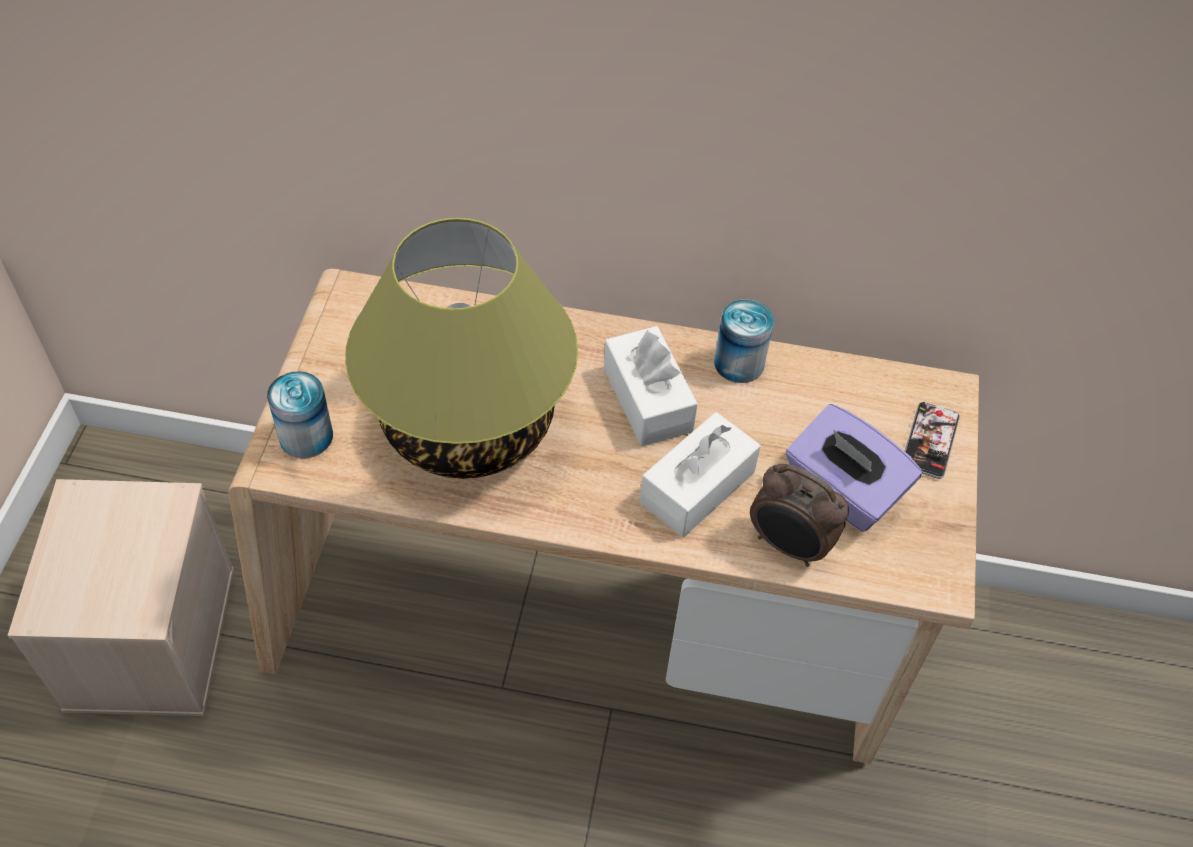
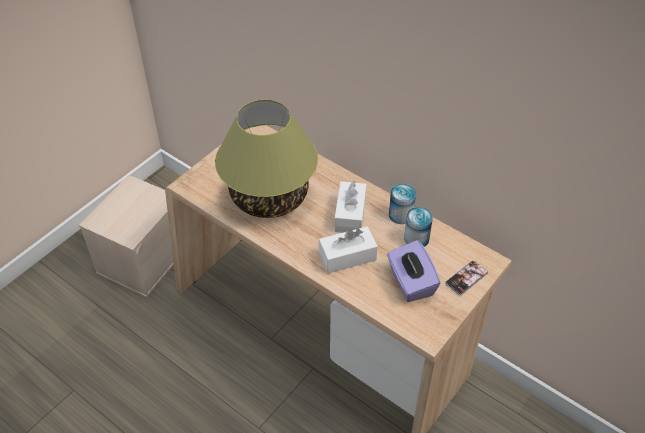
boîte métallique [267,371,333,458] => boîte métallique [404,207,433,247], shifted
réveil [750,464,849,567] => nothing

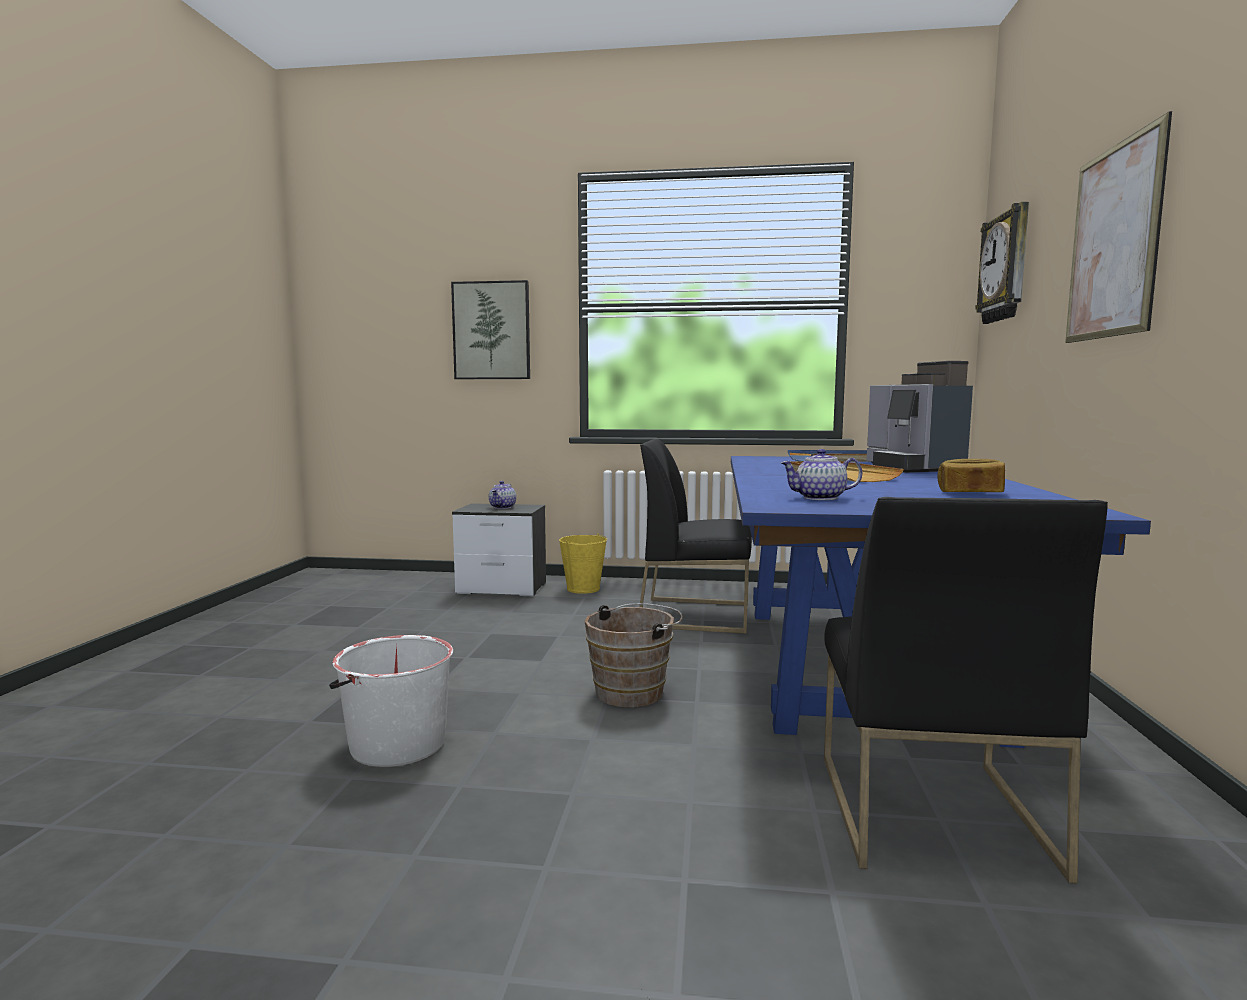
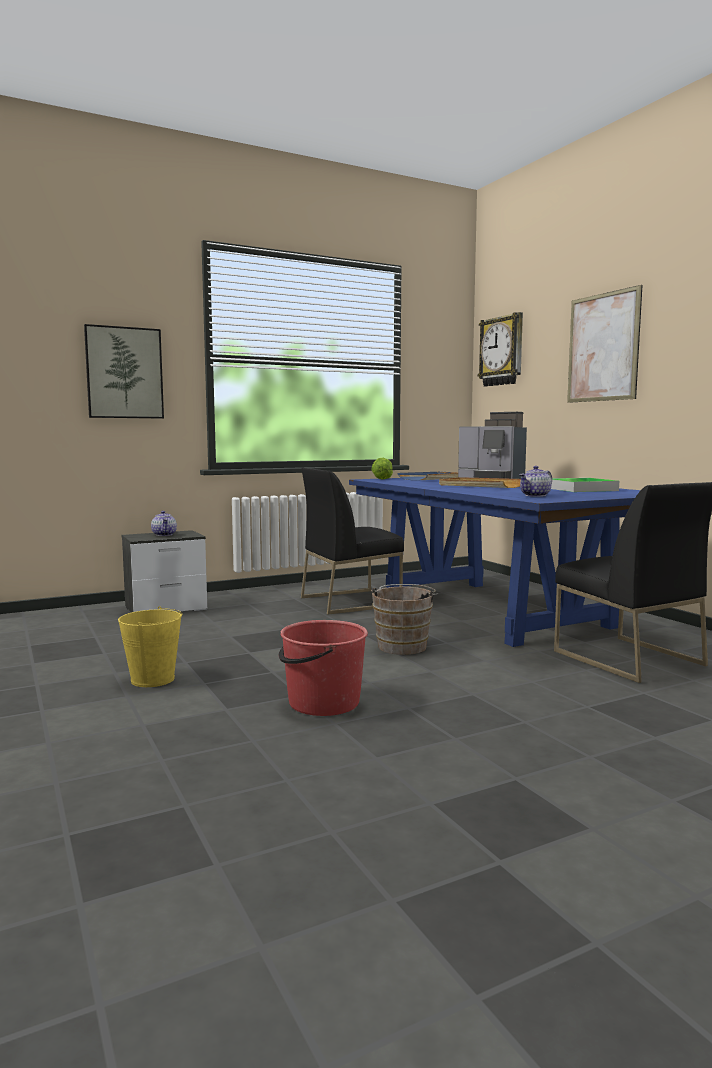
seau (blanc) [329,635,453,767] => seau (rouge) [278,620,368,716]
seau (jaune) [559,533,607,594] => seau (jaune) [118,606,182,687], shifted
pain [937,459,1005,492] => plateau [551,478,619,492]
nothing => laitue [371,458,393,480]

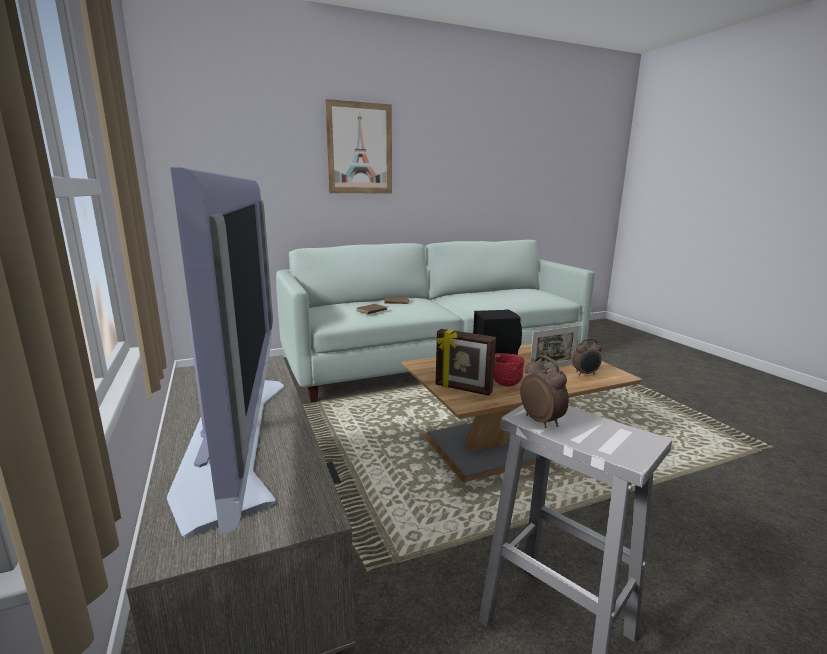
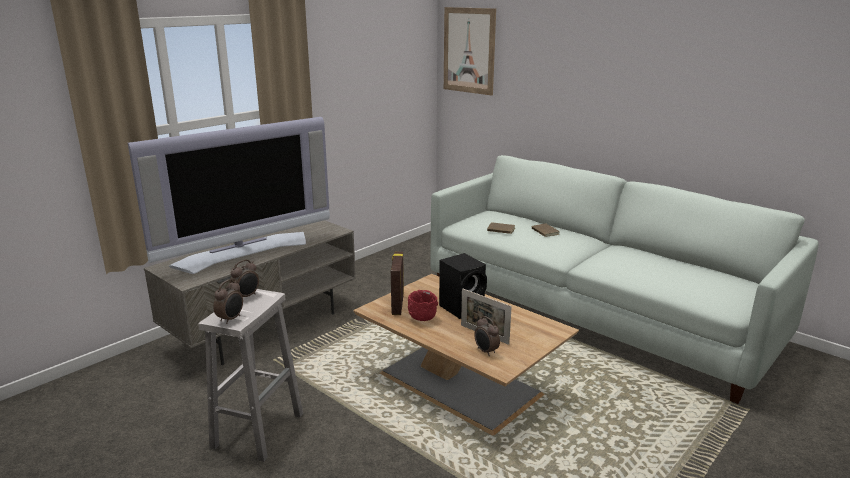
tableau [325,99,392,194] => tableau [444,7,496,96], shifted
nothing => réveil [213,279,243,324]

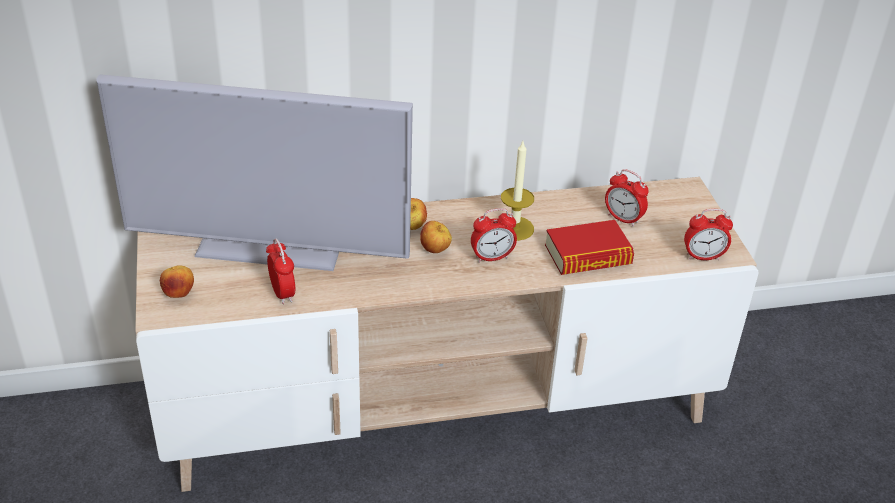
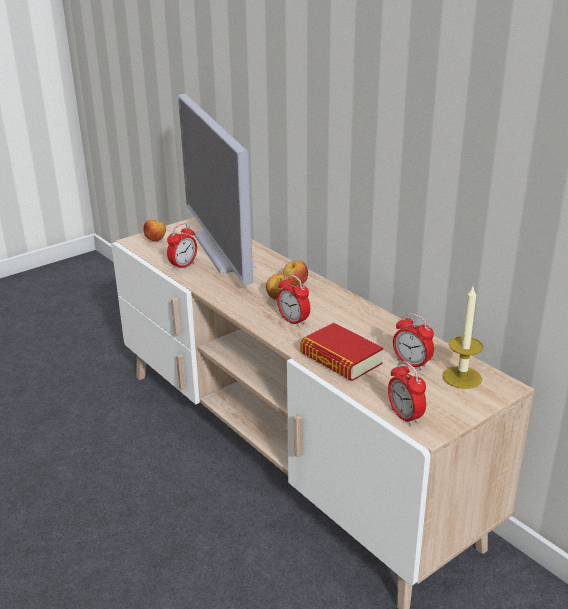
bougie [501,141,534,241] => bougie [442,287,483,389], shifted
réveil [605,169,649,227] => réveil [393,313,434,370], 60 degrees counterclockwise

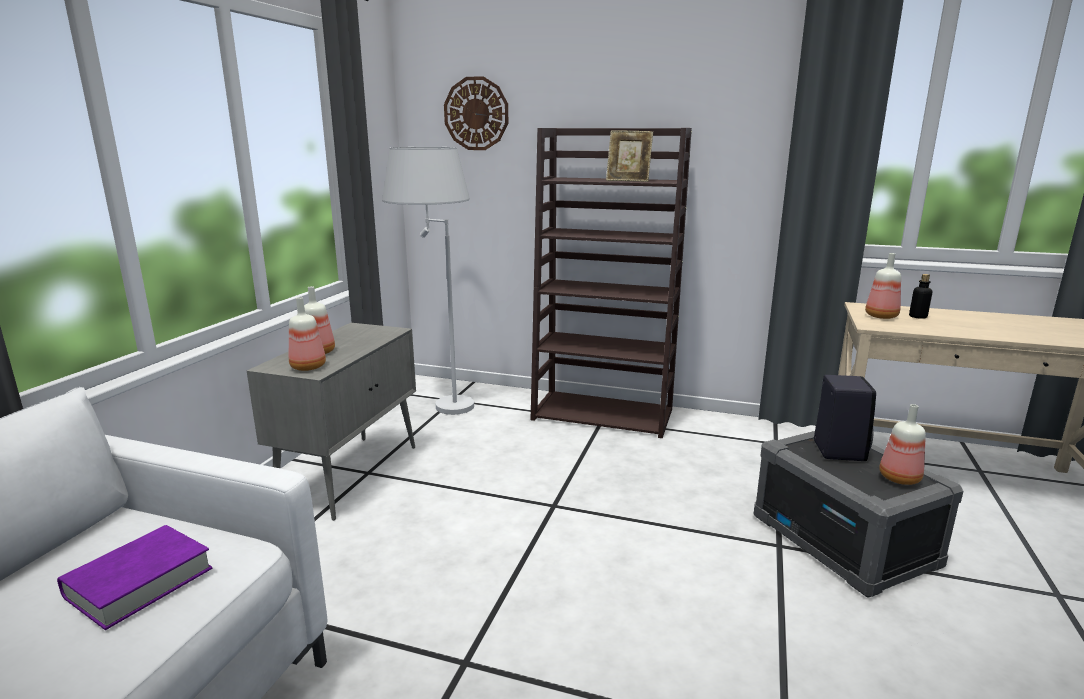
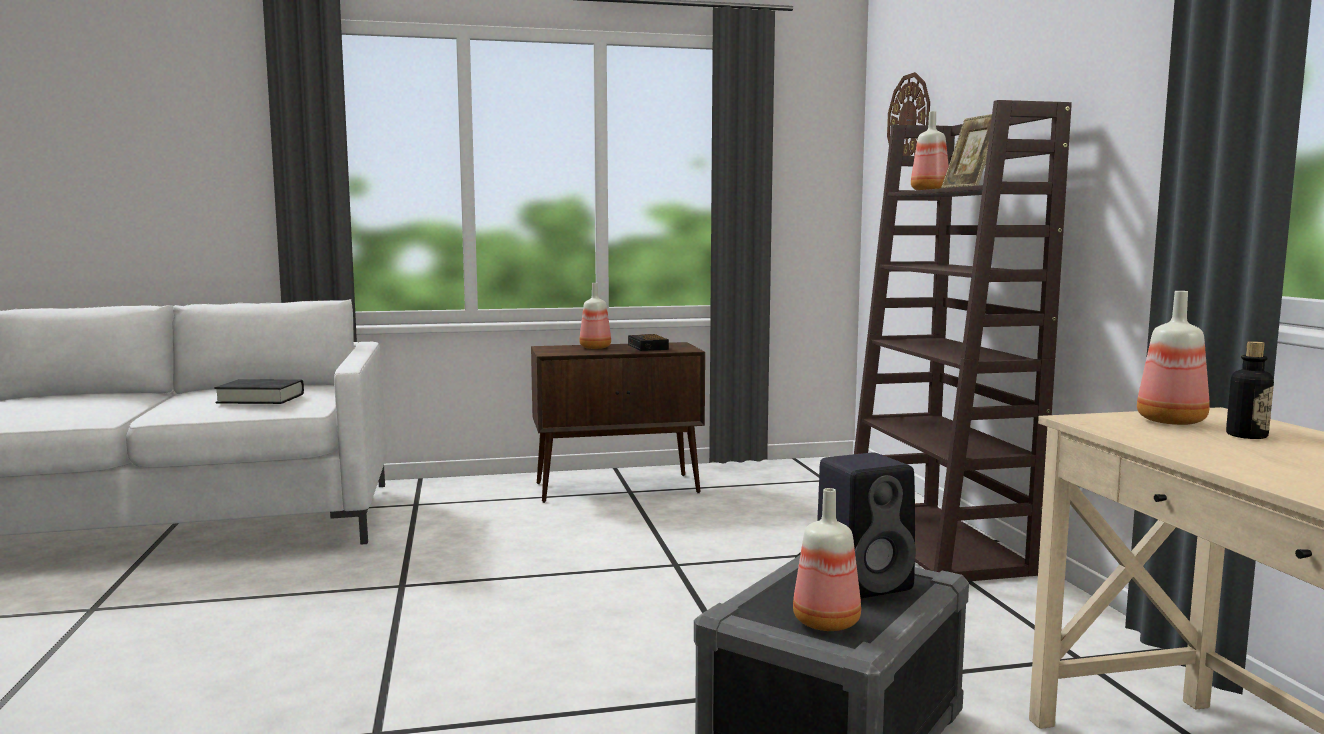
livre (violet) [57,525,212,630] => livre (noir) [214,379,304,404]
meuble de rangement (gris) [247,323,416,521] => meuble de rangement (marron) [531,342,705,503]
bouteille [289,297,326,371] => bouteille [911,111,949,190], shifted
lampadaire (blanc) [382,147,474,415] => nothing
nothing => réveil [628,334,669,351]

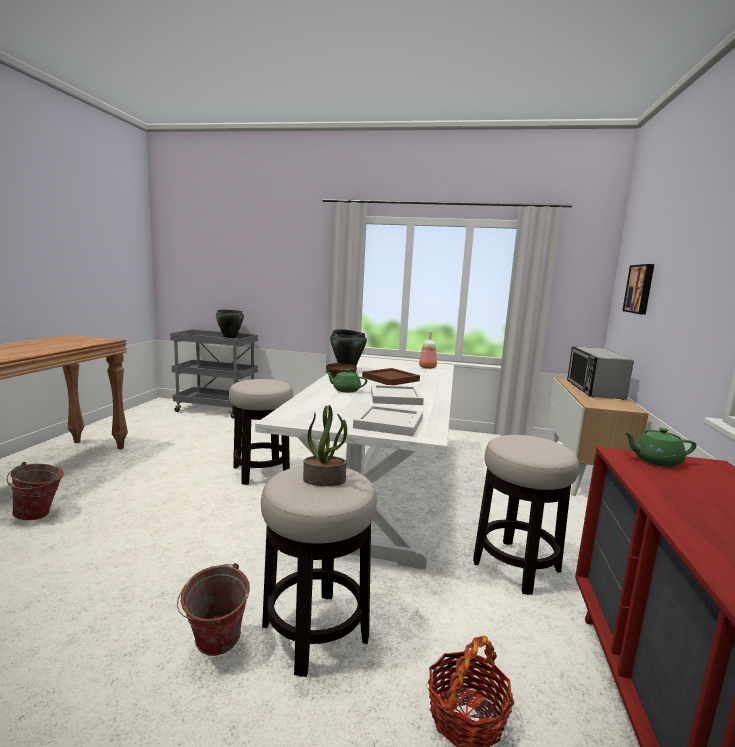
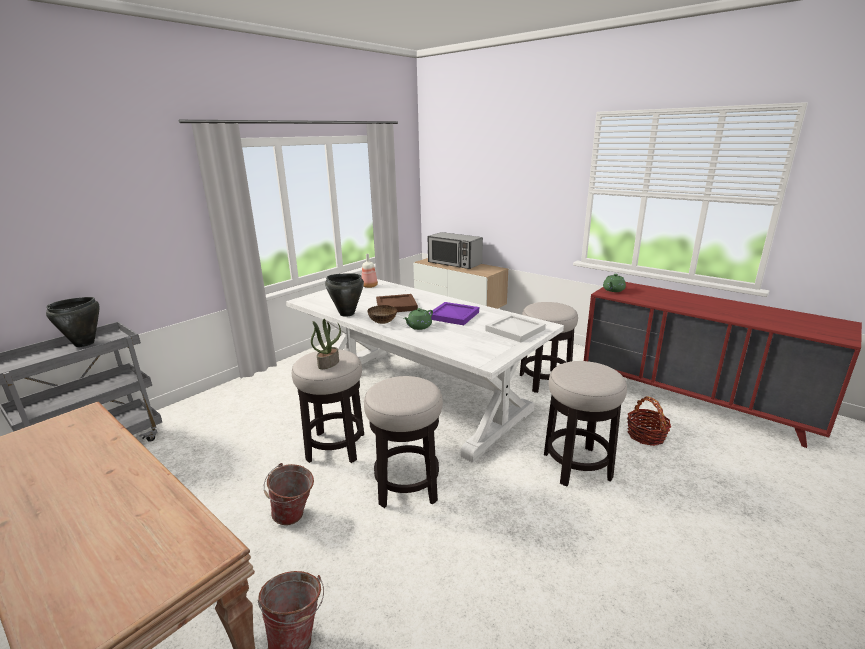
seau [177,563,250,656] => seau [264,463,314,525], shifted
plante en pot [303,405,347,486] => plante en pot [311,319,341,369], shifted
plateau (blanc) [371,384,424,405] => plateau (violet) [429,302,479,325]
tableau [622,264,654,315] => nothing
nothing => tabouret [364,376,443,508]

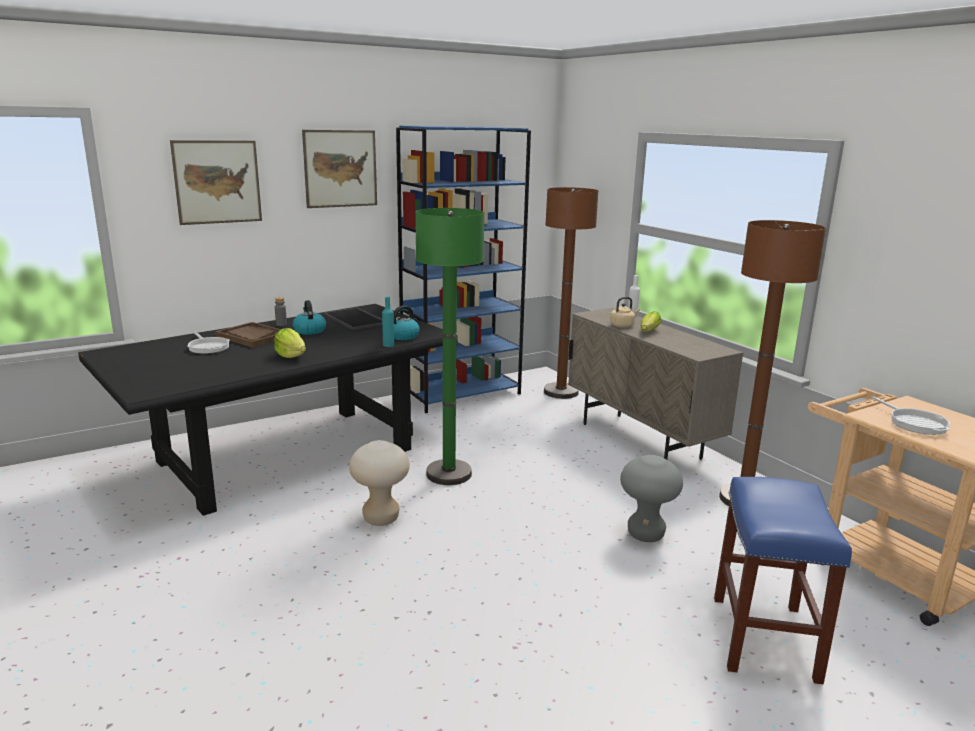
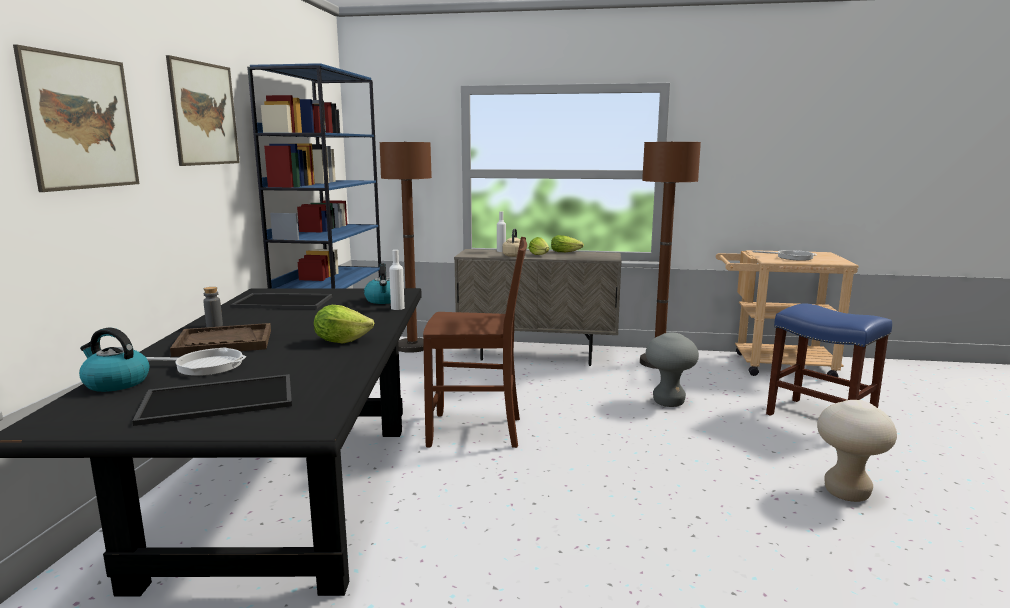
bouilloire [293,300,326,335] => bouilloire [79,328,149,392], shifted
tabouret (beige) [349,440,410,526] => tabouret (beige) [817,400,897,502], shifted
bouteille (turquoise) [382,296,394,347] => bouteille (blanc) [389,250,405,310]
lampadaire (vert) [416,208,484,485] => chaise (marron) [423,237,527,448]
nothing => plateau [132,374,292,426]
nothing => laitue [551,235,584,252]

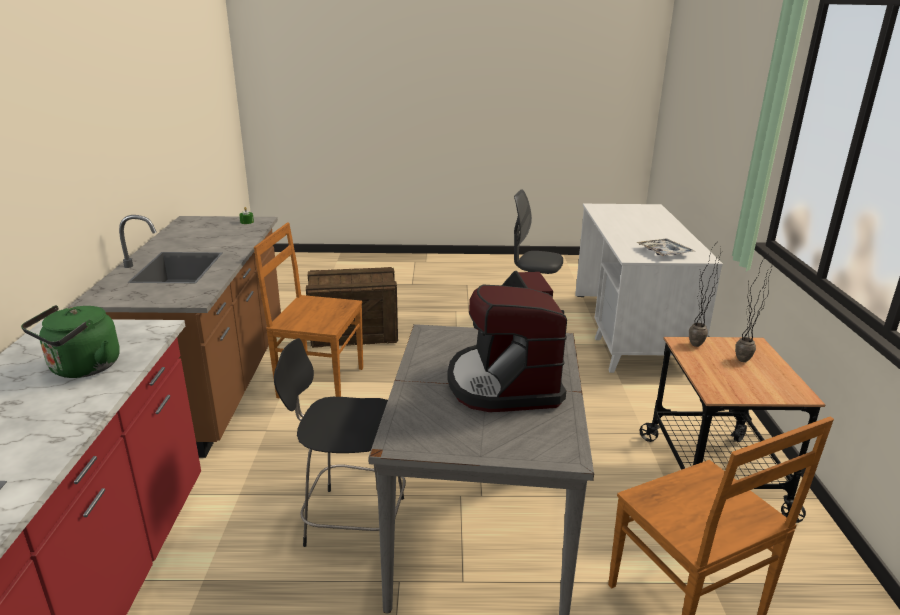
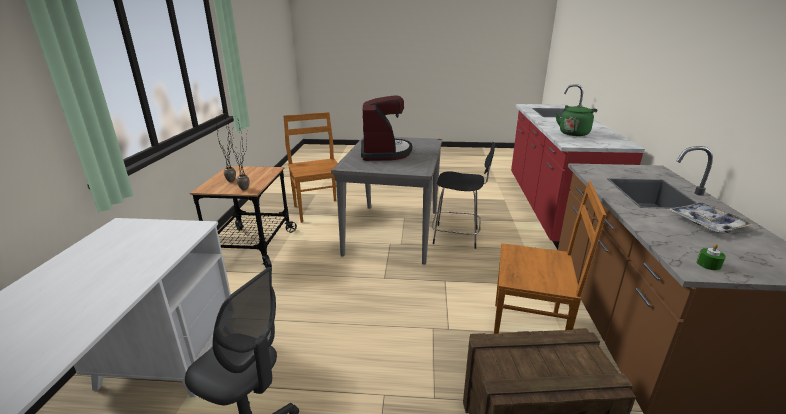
plateau [636,239,695,256] => plateau [668,202,755,233], shifted

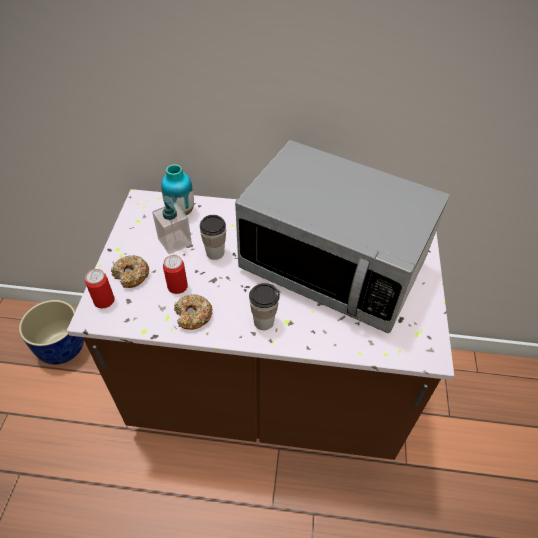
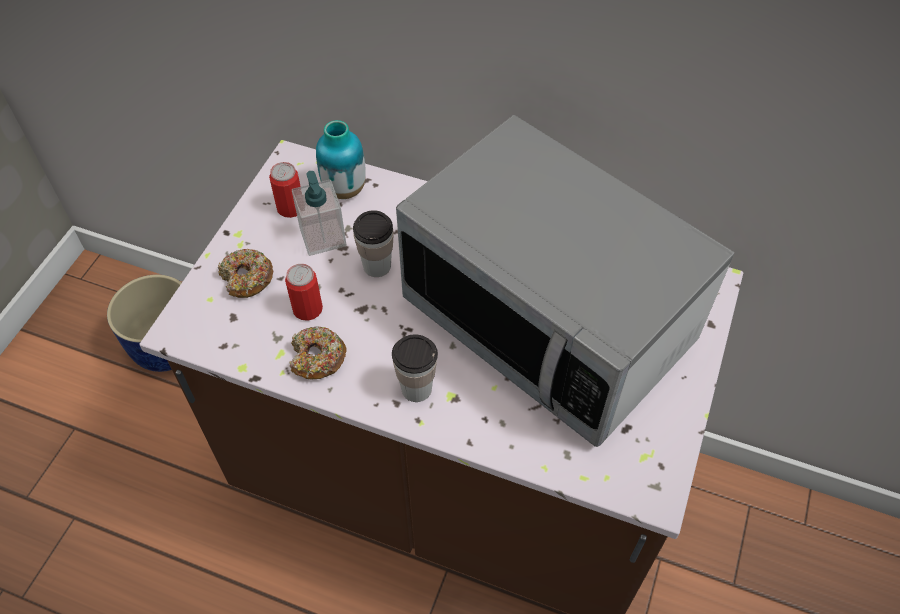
boîte métallique [85,269,115,309] => boîte métallique [269,162,301,218], shifted

